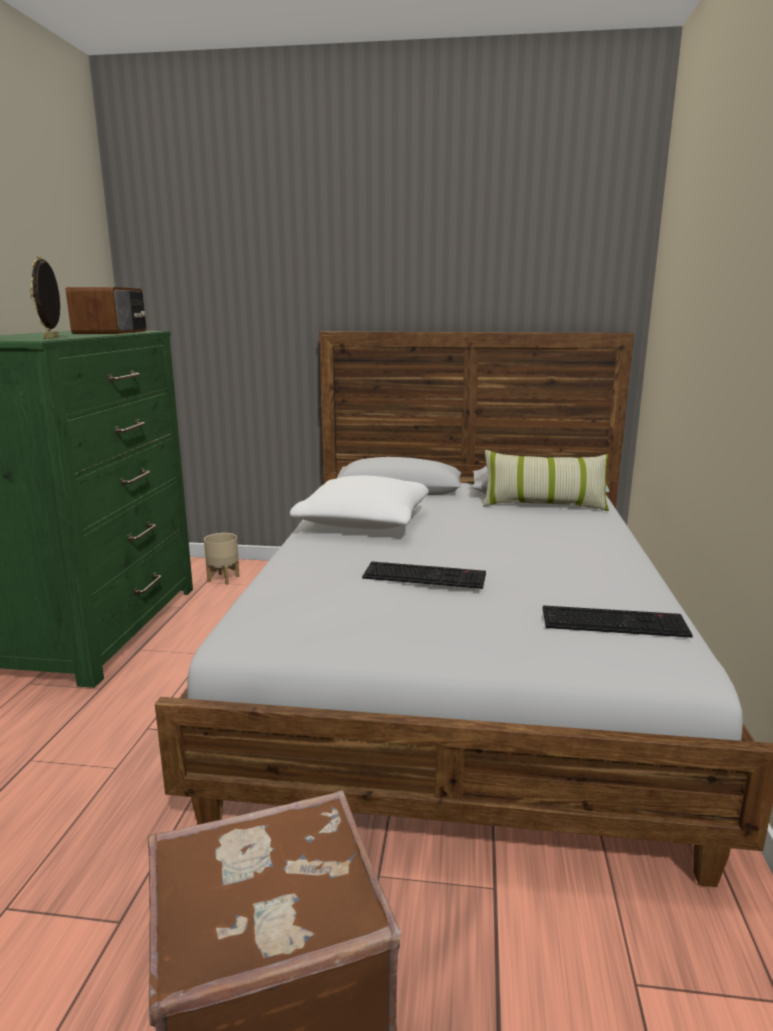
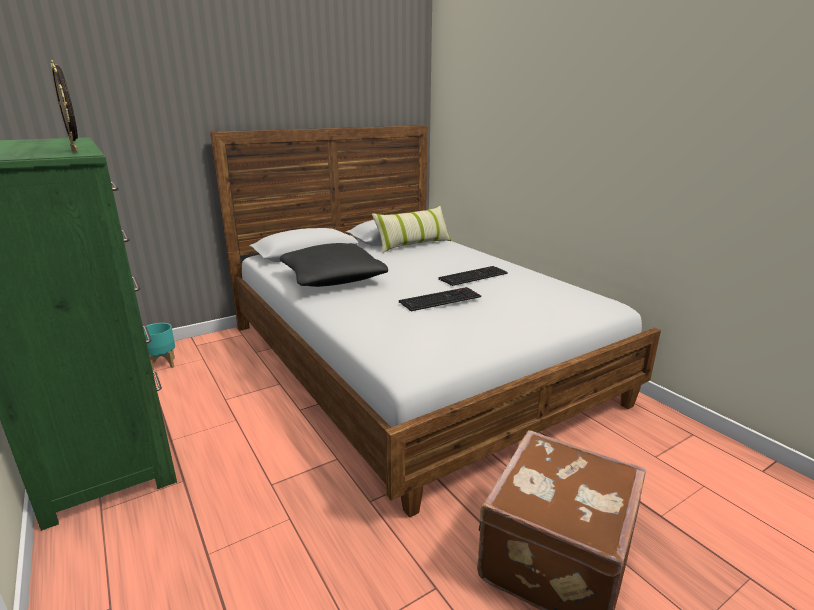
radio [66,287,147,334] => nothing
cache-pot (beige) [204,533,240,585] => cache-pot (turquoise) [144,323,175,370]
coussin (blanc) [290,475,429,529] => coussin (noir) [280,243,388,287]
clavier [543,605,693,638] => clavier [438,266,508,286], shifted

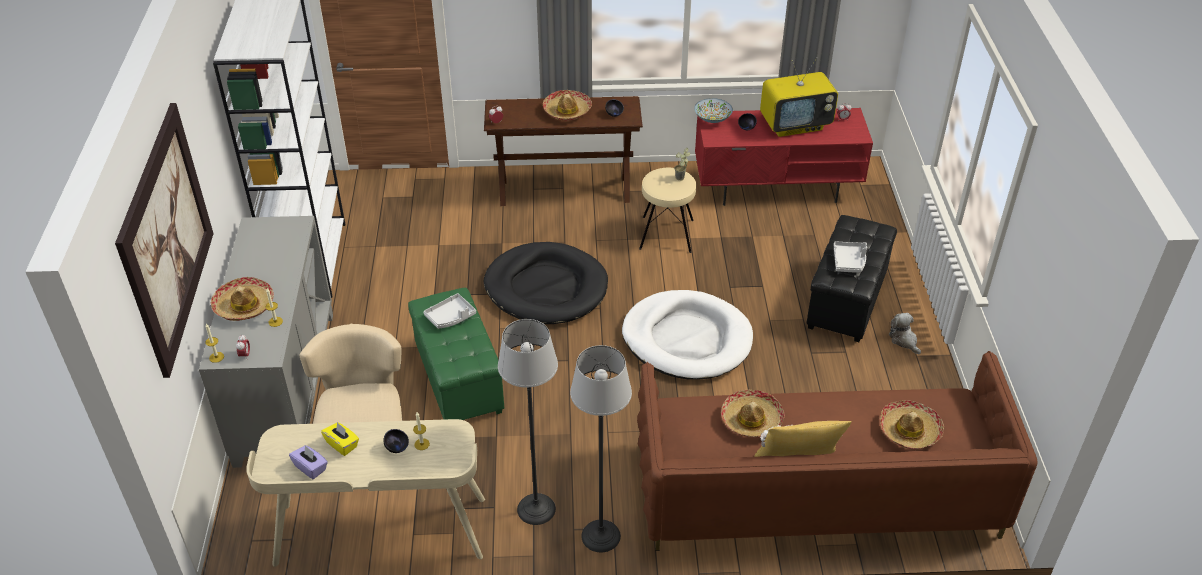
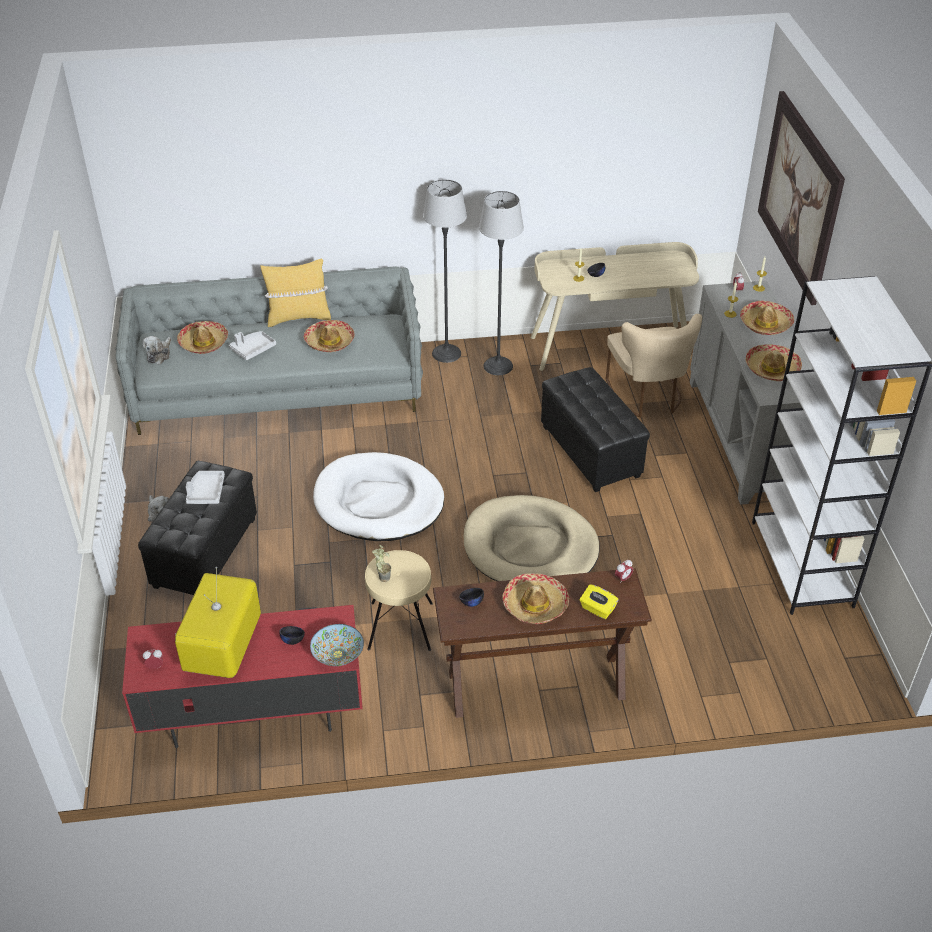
boîte à mouchoirs (violet) [289,445,328,479] => nothing
boîte à mouchoirs (jaune) [321,422,359,456] => boîte à mouchoirs (jaune) [580,584,619,619], shifted
pouf (vert) [408,288,504,420] => pouf (noir) [541,367,650,492]
plateau (gris) [424,293,476,328] => plateau (gris) [229,331,276,360], shifted
panier pour chien (noir) [484,242,608,324] => panier pour chien (beige) [464,495,600,581]
canapé (marron) [637,351,1037,551] => canapé (gris) [115,266,423,435]
téléviseur [760,57,838,137] => téléviseur [175,567,261,678], 60 degrees counterclockwise
nothing => peluche [143,336,171,364]
nothing => chapeau [745,344,802,381]

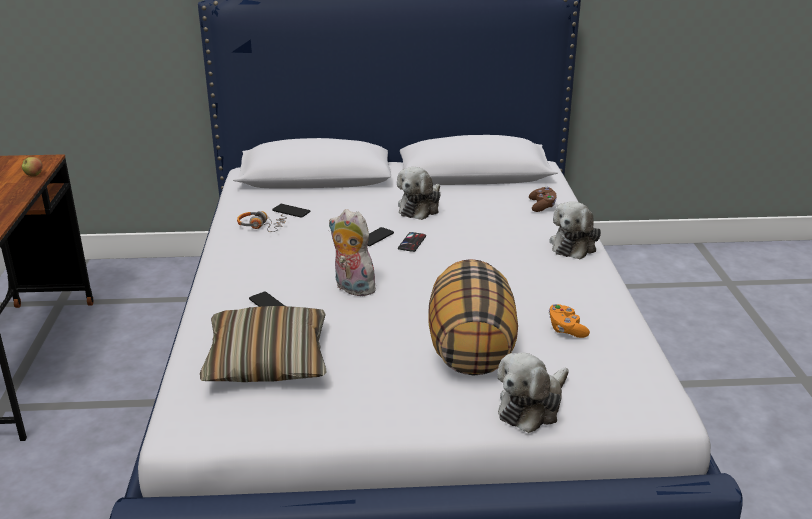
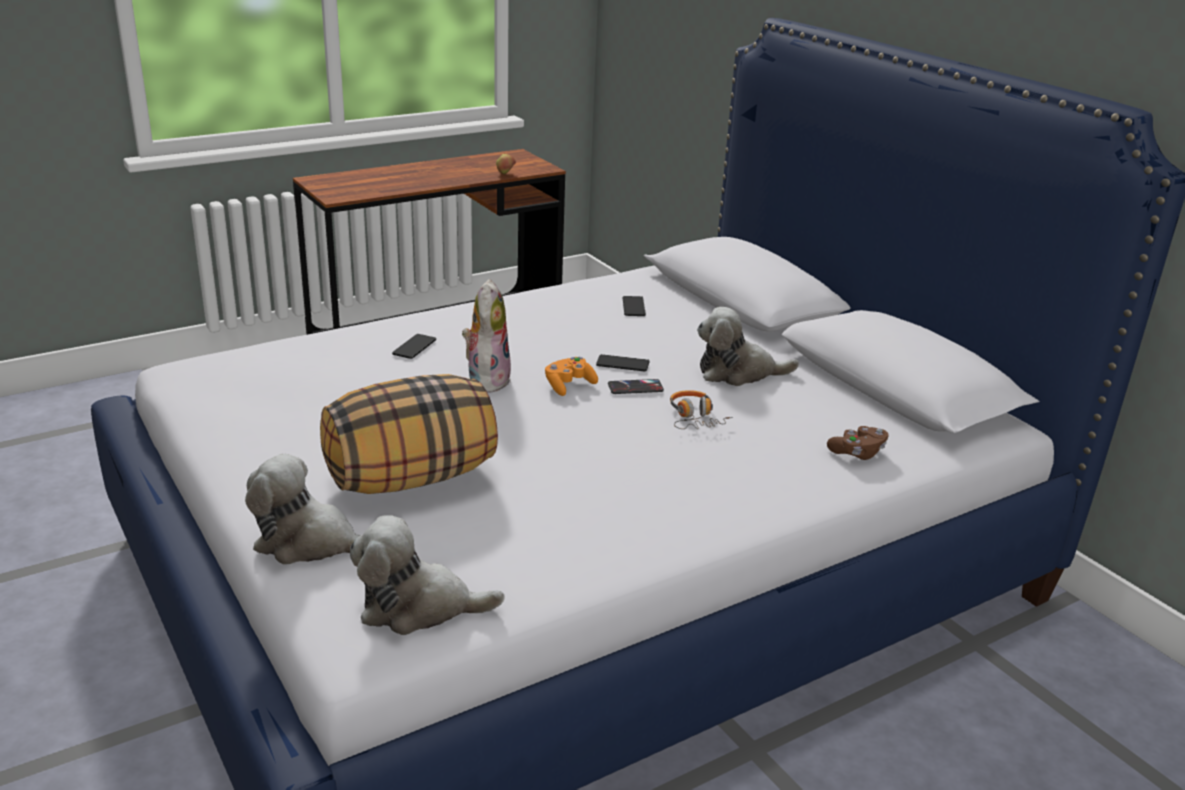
coussin [200,306,327,382] => nothing
casque audio [237,211,287,232] => casque audio [670,390,733,429], shifted
peluche [549,201,601,259] => peluche [350,515,505,635], shifted
manette (orange) [549,304,590,338] => manette (orange) [545,357,598,396], shifted

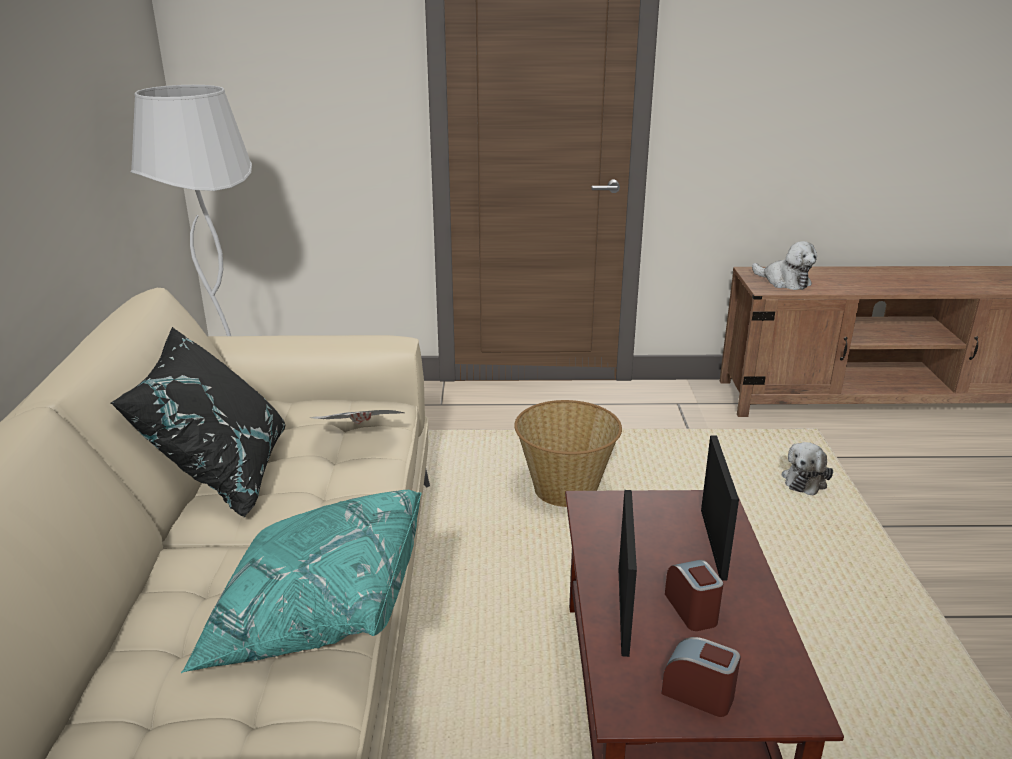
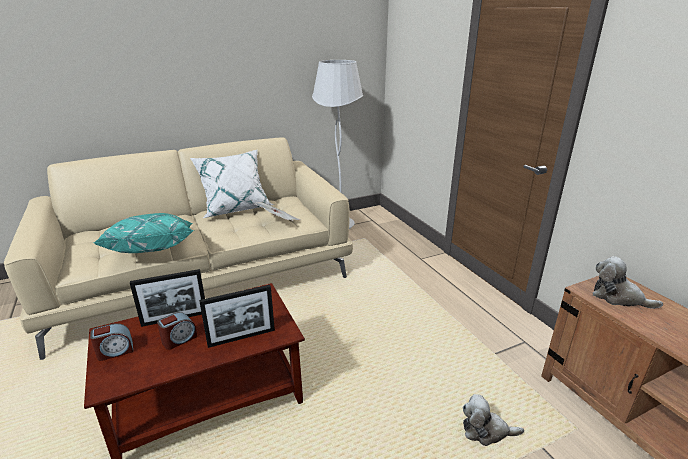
coussin (noir) [111,327,285,517] => coussin (blanc) [190,149,274,218]
panier [514,400,622,507] => nothing
réveil [661,637,741,717] => réveil [90,323,133,361], 60 degrees clockwise
peluche [752,241,817,290] => peluche [593,256,663,309], 105 degrees clockwise

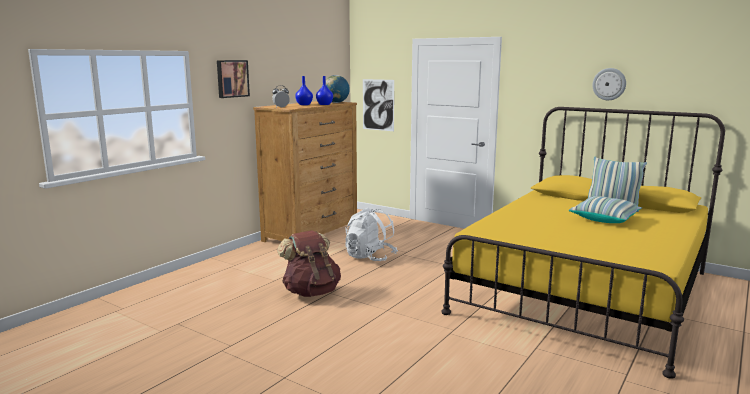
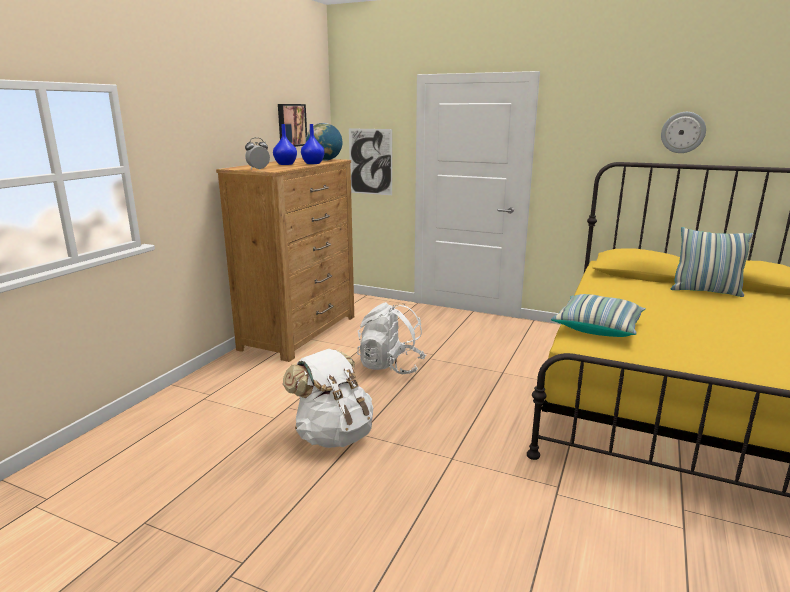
tableau [217,60,250,98] => tableau [278,104,307,147], shifted
sac à dos (marron) [277,230,341,297] => sac à dos (blanc) [283,349,373,448]
coussin [569,196,642,223] => coussin [551,294,646,337], shifted

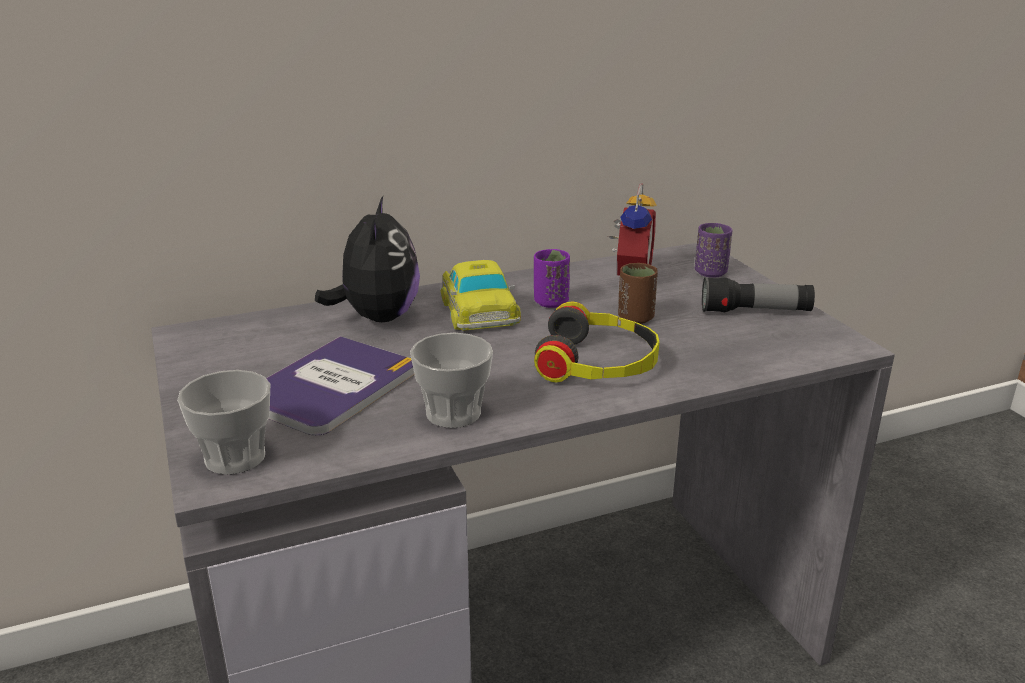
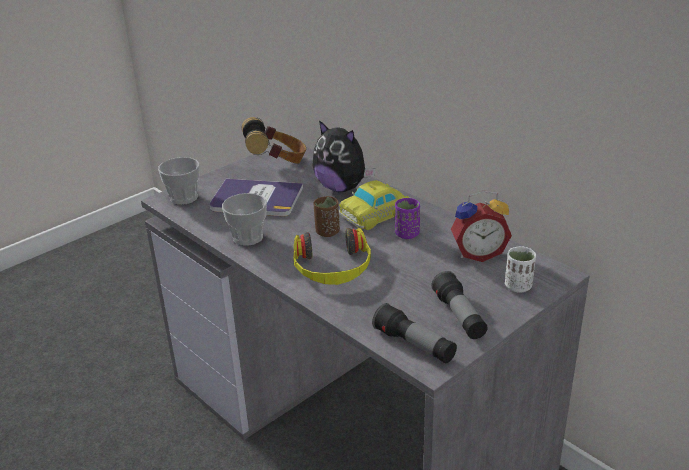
peluche [315,196,420,322] => peluche [313,120,375,192], 60 degrees clockwise
tasse (marron) [618,263,658,324] => tasse (marron) [314,196,340,237], shifted
tasse (violet) [695,223,733,278] => tasse (blanc) [505,246,536,293]
nothing => casque audio [242,117,306,164]
nothing => lampe de poche [372,303,457,363]

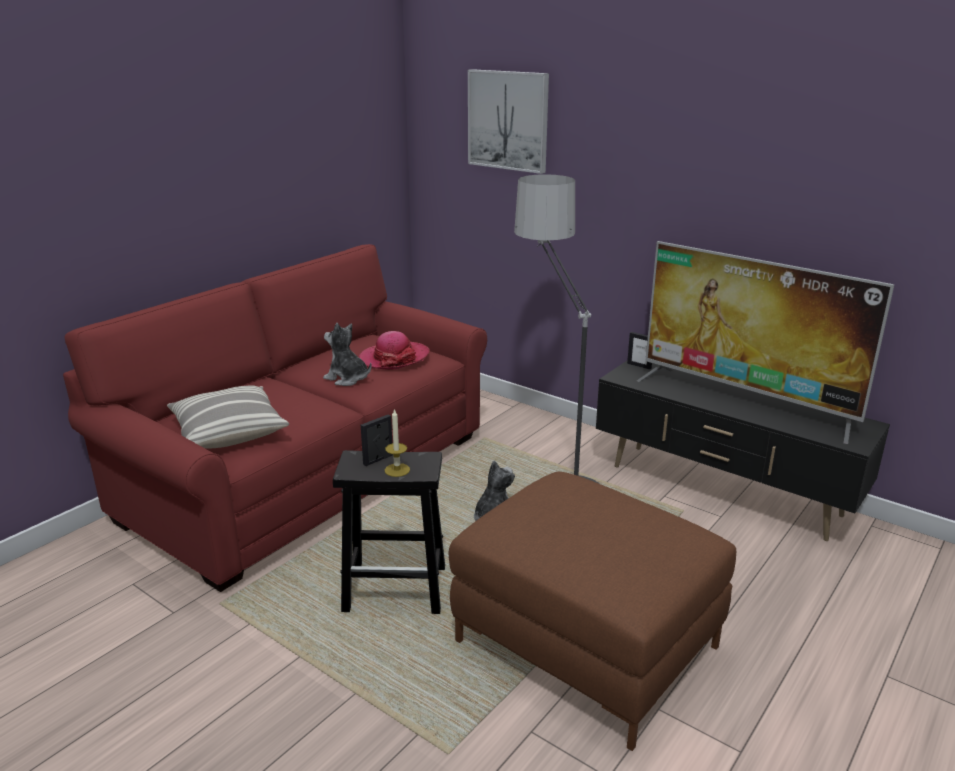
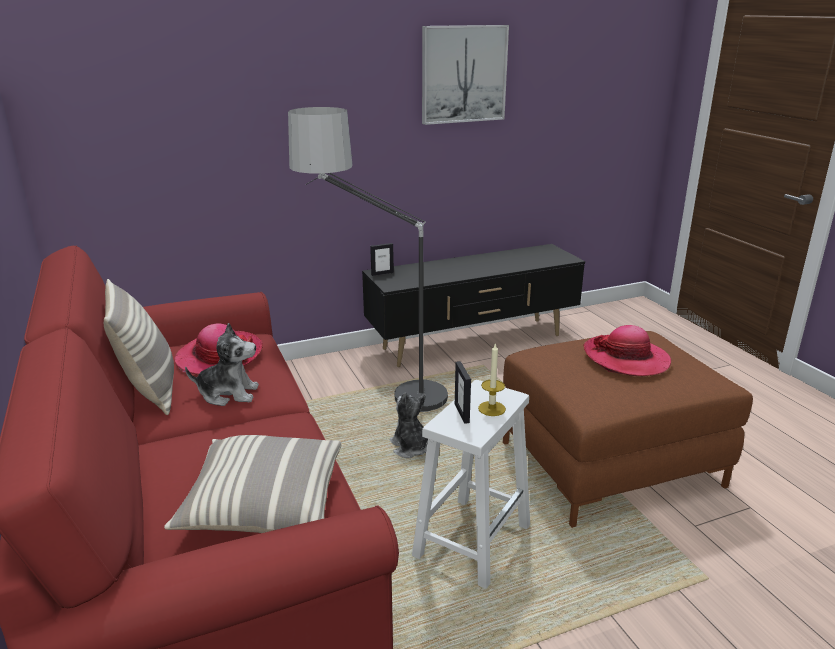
peluche [323,323,371,386] => peluche [185,323,259,406], 150 degrees counterclockwise
tabouret (noir) [333,450,445,614] => tabouret (blanc) [412,380,530,589]
tableau [468,69,549,174] => tableau [422,25,509,125], shifted
téléviseur [637,241,894,444] => nothing
nothing => coussin [104,279,174,415]
nothing => chapeau [583,325,671,376]

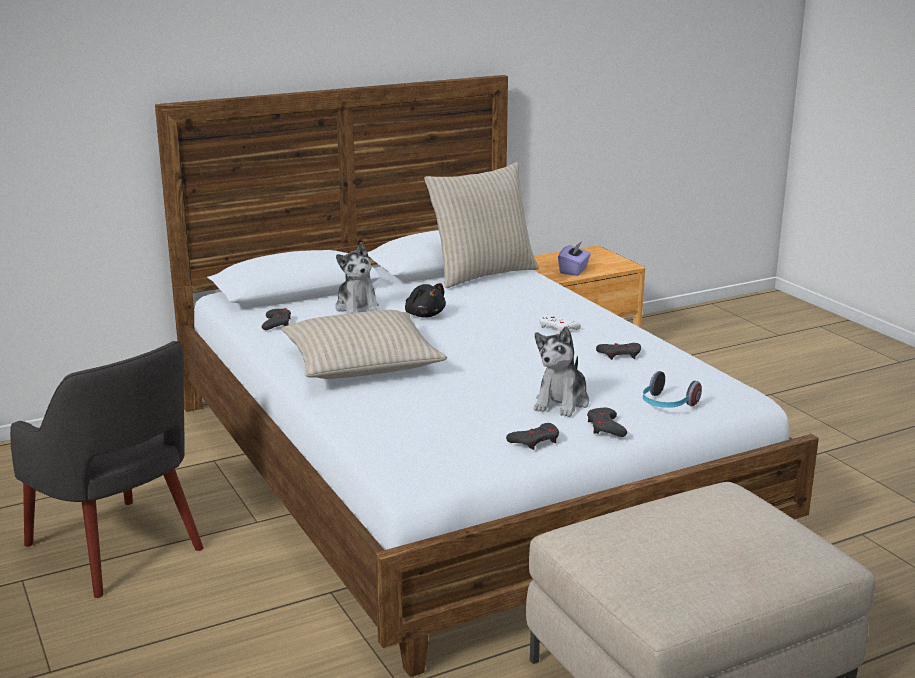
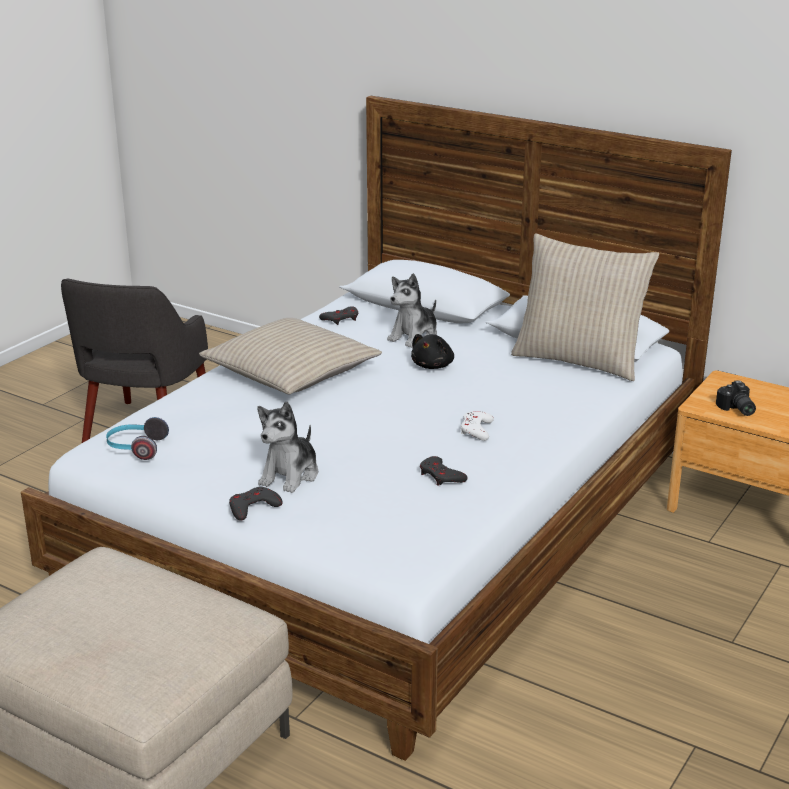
manette (gris) [506,423,559,450] => nothing
peluche [534,326,589,417] => peluche [258,402,318,493], 60 degrees counterclockwise
boîte à mouchoirs (violet) [558,241,591,276] => appareil photo [716,380,756,416]
casque audio [643,371,702,408] => casque audio [106,417,169,460], shifted

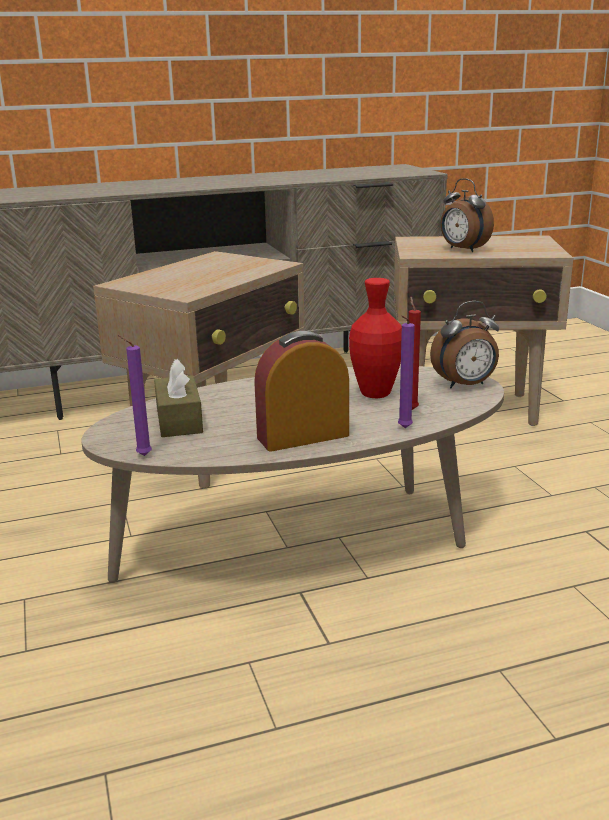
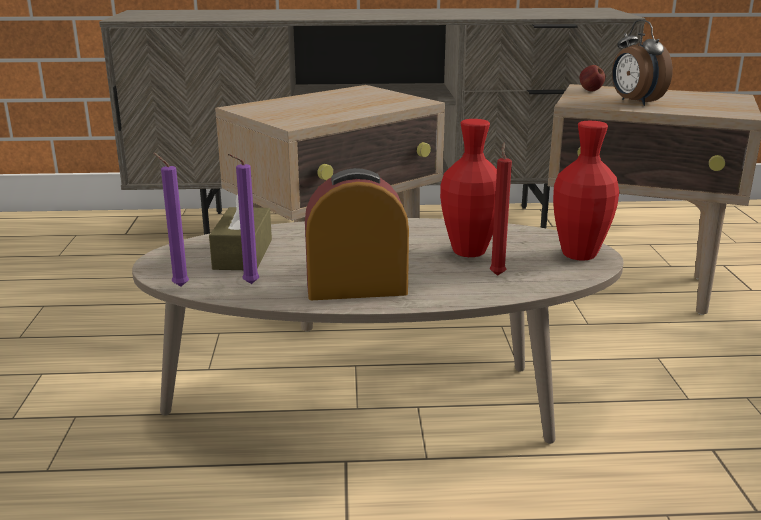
bougie (violet) [398,315,415,428] => bougie (violet) [228,154,259,284], shifted
réveil [430,301,499,388] => vase (rouge) [553,121,619,261]
nothing => pomme [579,65,606,91]

